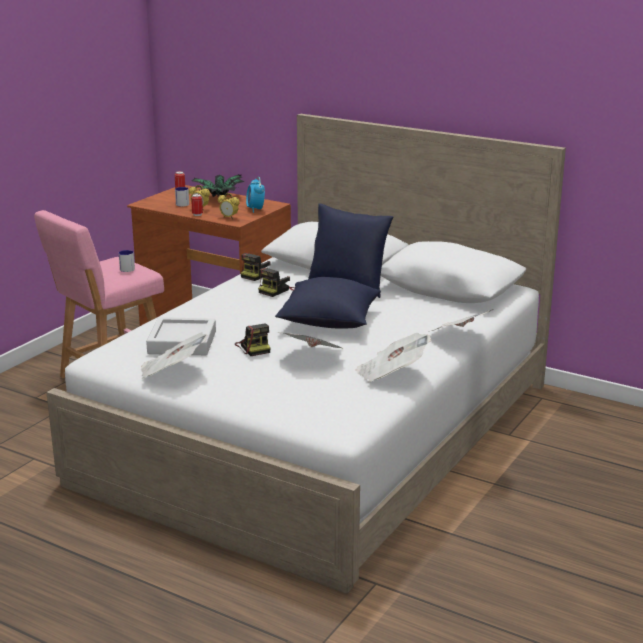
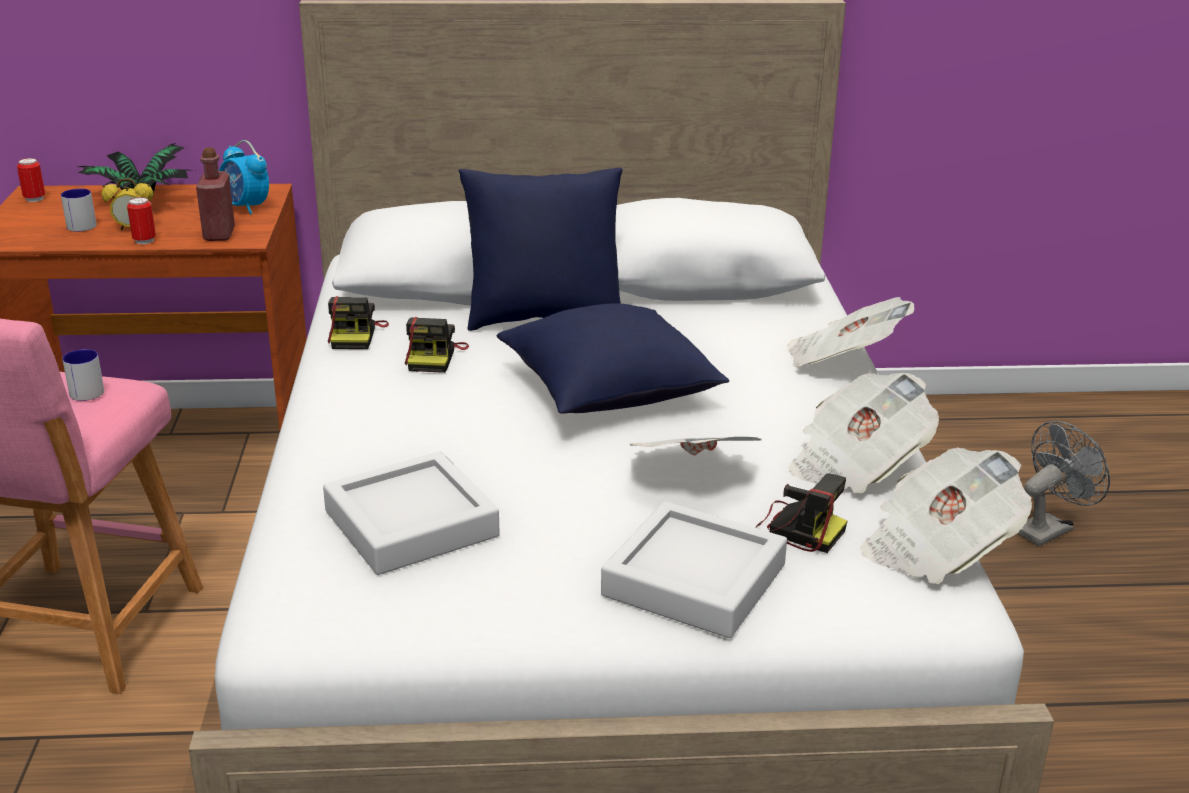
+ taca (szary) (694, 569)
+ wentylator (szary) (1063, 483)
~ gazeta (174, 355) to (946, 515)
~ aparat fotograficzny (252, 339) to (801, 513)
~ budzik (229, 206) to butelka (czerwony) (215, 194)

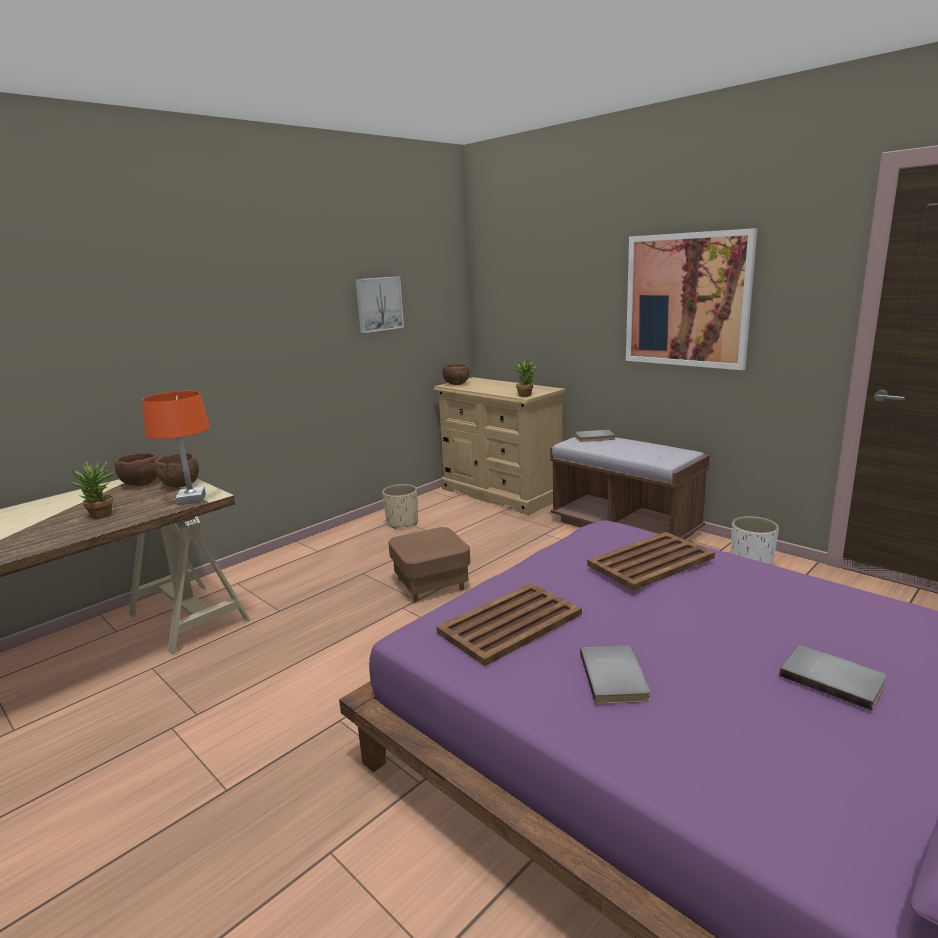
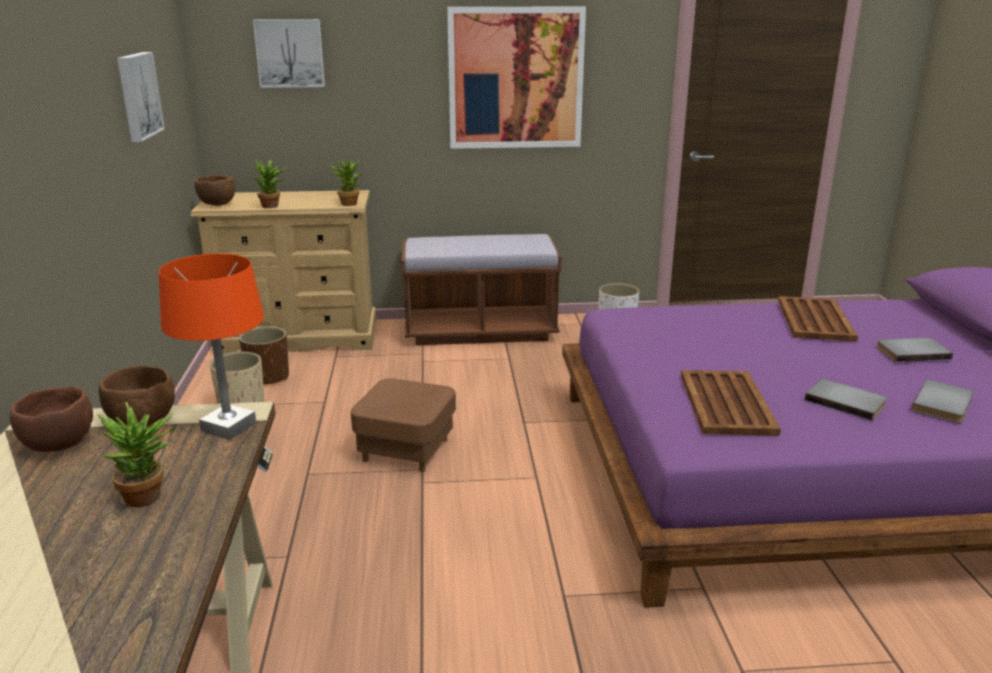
+ donica (brązowy) (264, 355)
+ roślina doniczkowa (270, 184)
+ obraz (289, 53)
~ książka (szary) (594, 435) to (943, 401)
~ taca (brązowy) (651, 561) to (818, 318)

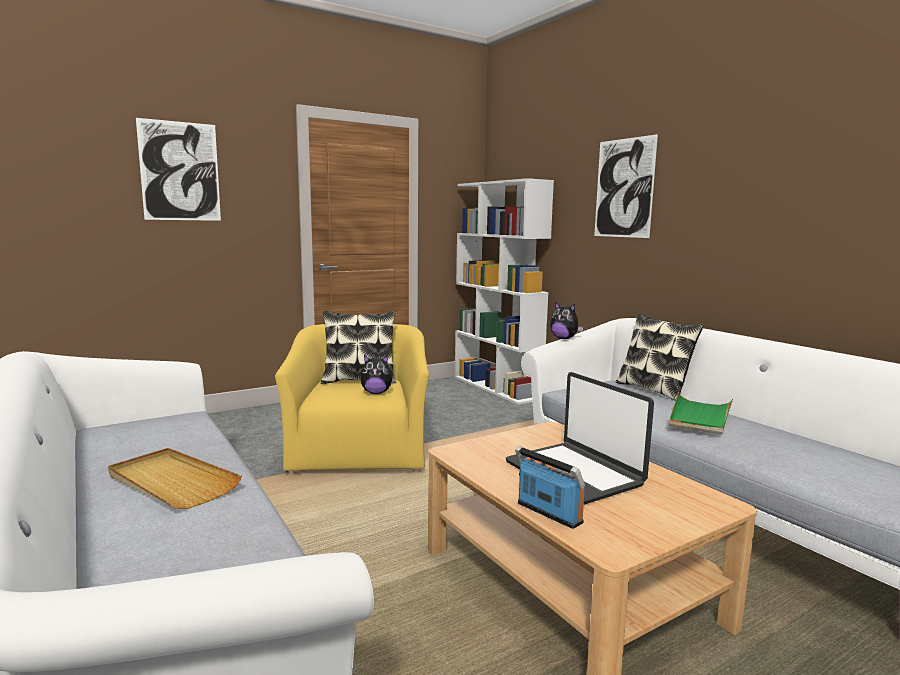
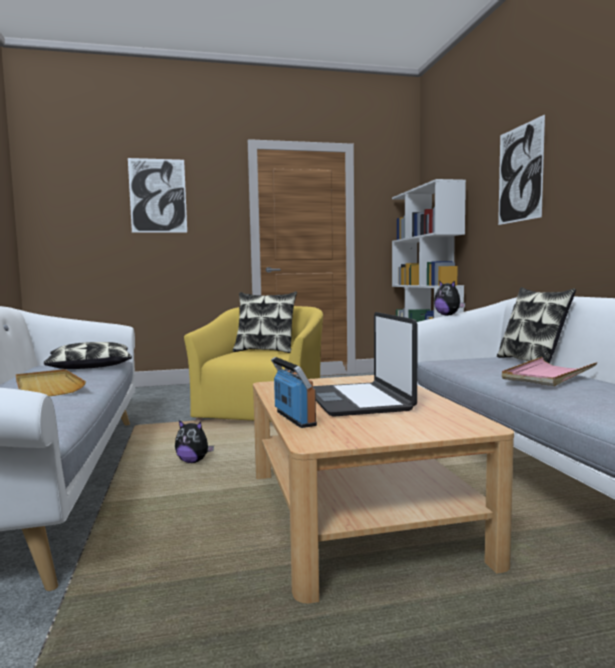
+ poduszka (88, 355)
~ pluszak (377, 374) to (194, 441)
~ taca (zielony) (701, 413) to taca (różowy) (550, 371)

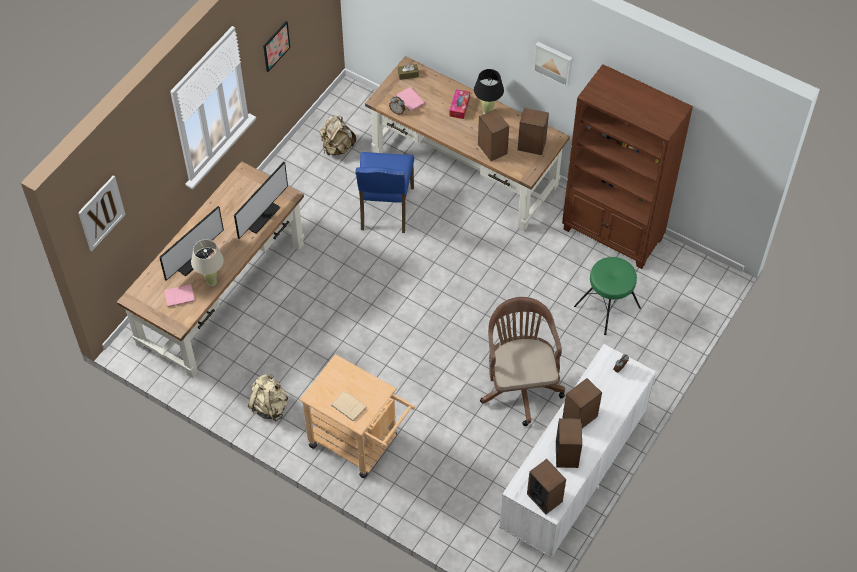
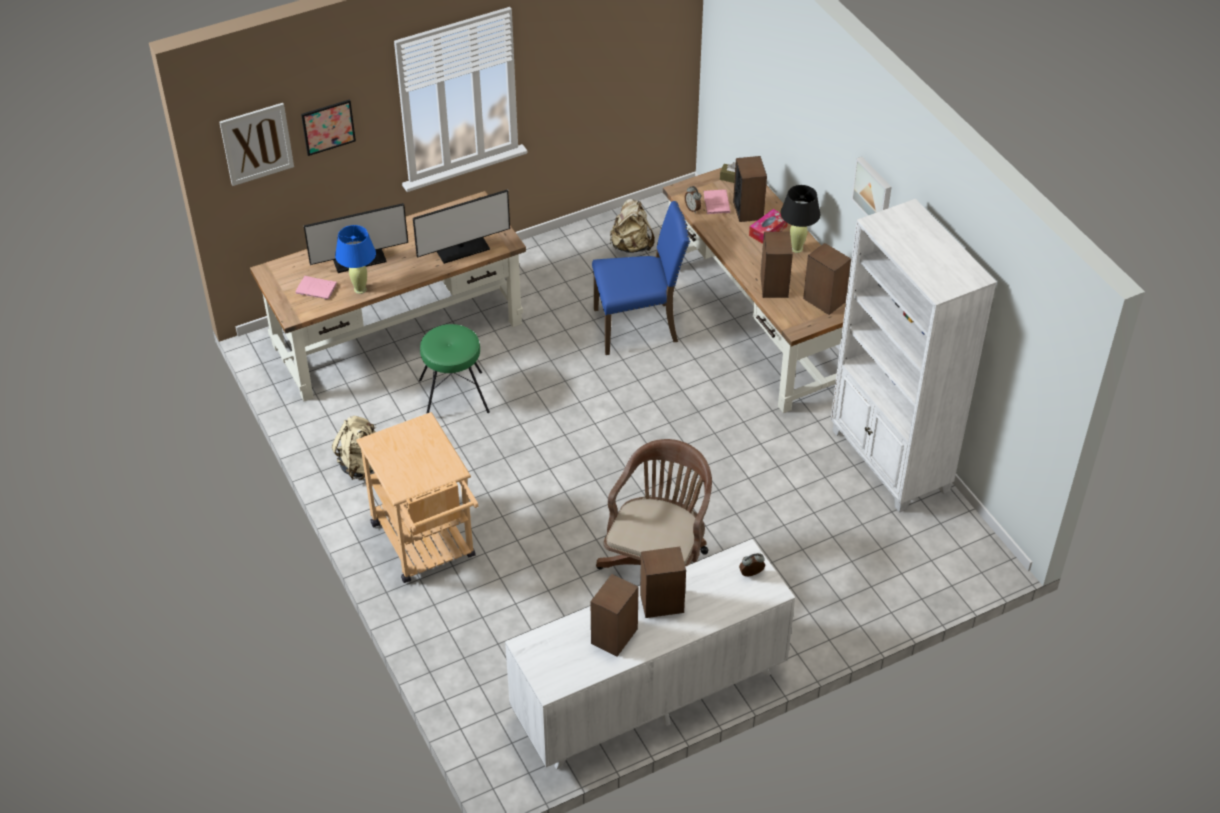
- książka (beżowy) (349, 406)
~ obraz (276, 46) to (328, 127)
~ głośnik (546, 487) to (750, 189)
~ stołek (zielony) (607, 296) to (454, 369)
~ lampa stołowa (beżowy) (207, 262) to lampa stołowa (niebieski) (355, 259)
~ regał (brązowy) (627, 166) to regał (biały) (914, 356)
~ krzesło (niebieski) (384, 192) = (641, 278) 135 degrees counterclockwise

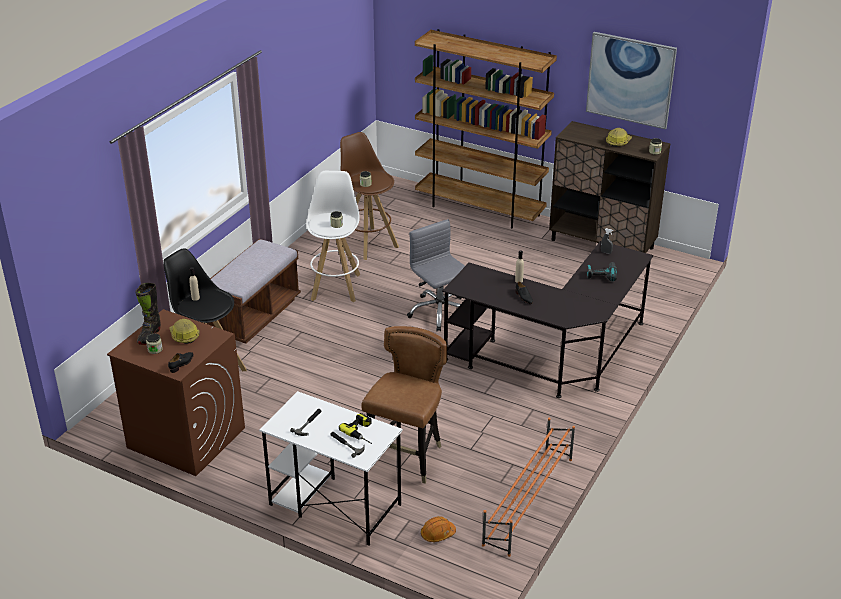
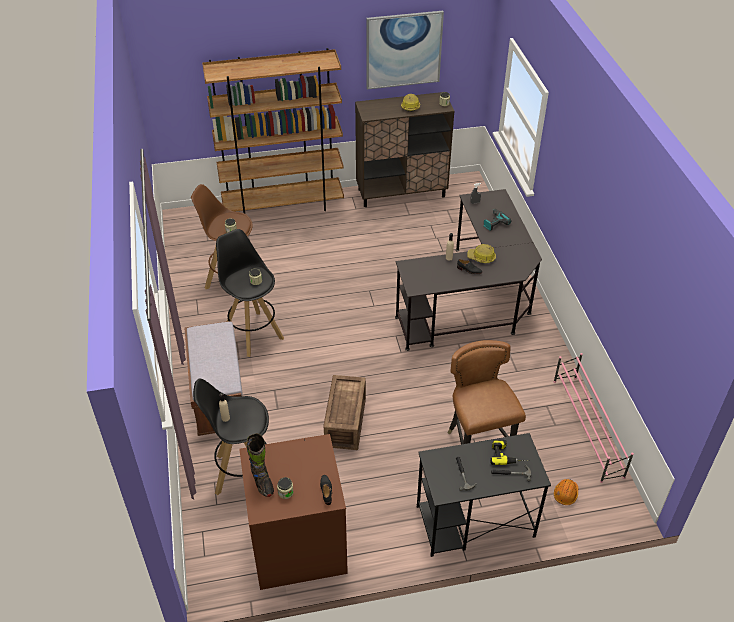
- krzesło biurowe (szary) (436, 275)
+ skrzynka (344, 412)
~ kask (184, 331) to (481, 253)
~ biurko (biały) (331, 468) to biurko (czarny) (484, 495)
~ stołek (biały) (333, 236) to stołek (czarny) (250, 293)
~ regał na buty (pomarańczowy) (528, 487) to regał na buty (różowy) (594, 418)

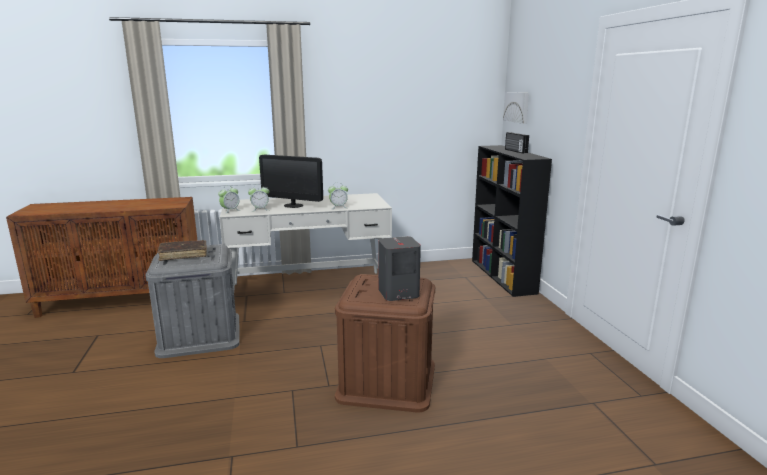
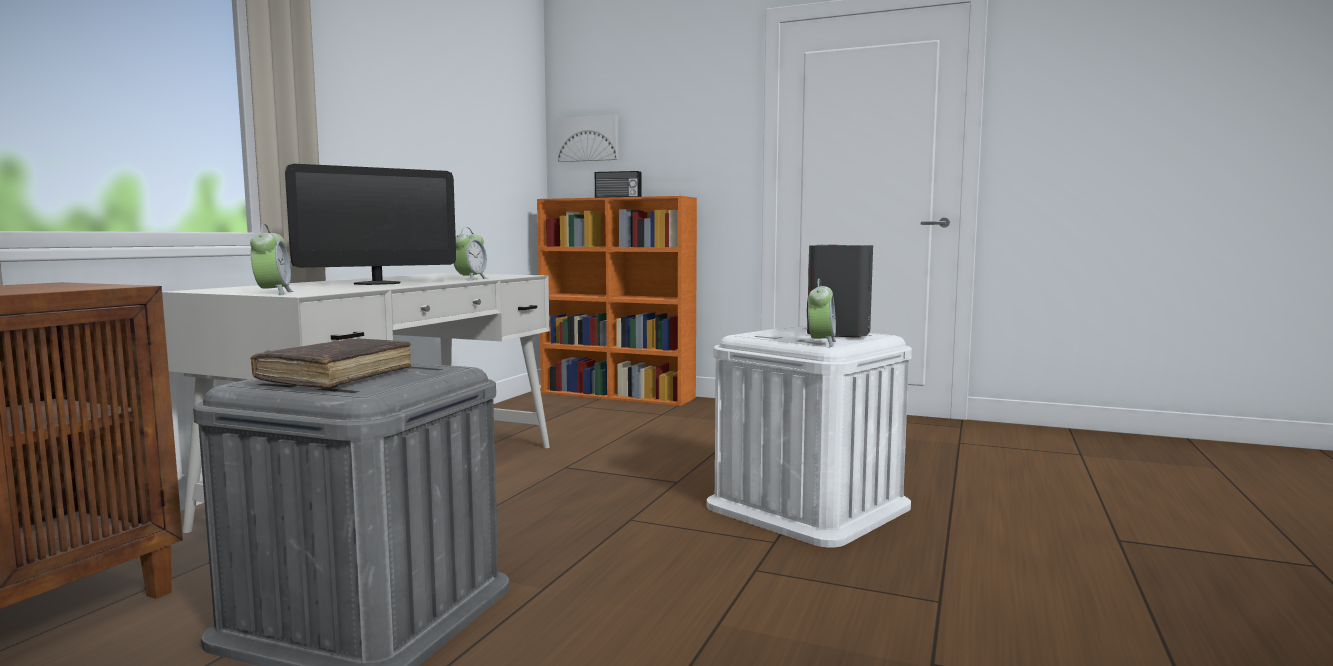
~ budzik (258, 197) to (822, 313)
~ pojemnik do przechowywania (brązowy) (385, 343) to pojemnik do przechowywania (biały) (809, 436)
~ regał (czarny) (512, 221) to regał (pomarańczowy) (617, 301)

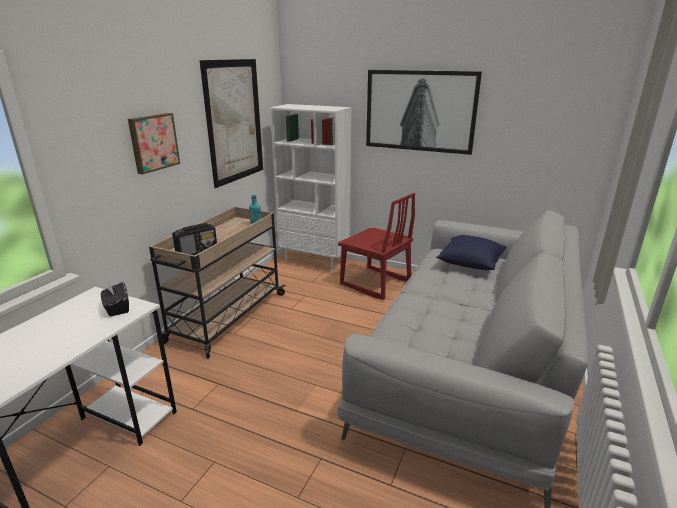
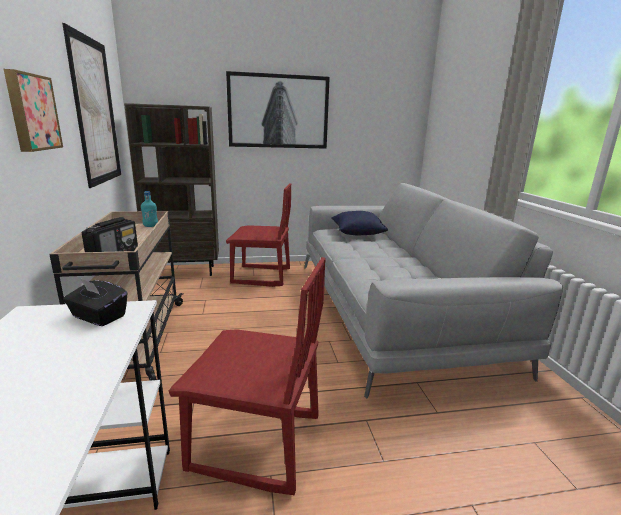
+ krzesło (czerwony) (247, 376)
~ regał (biały) (311, 187) to regał (brązowy) (171, 189)

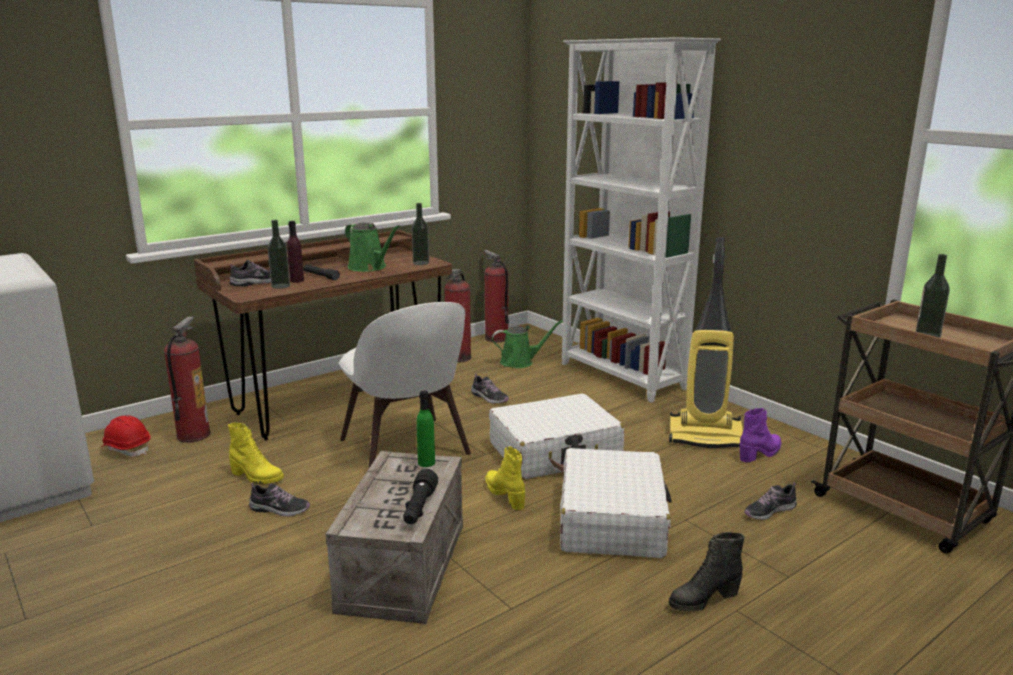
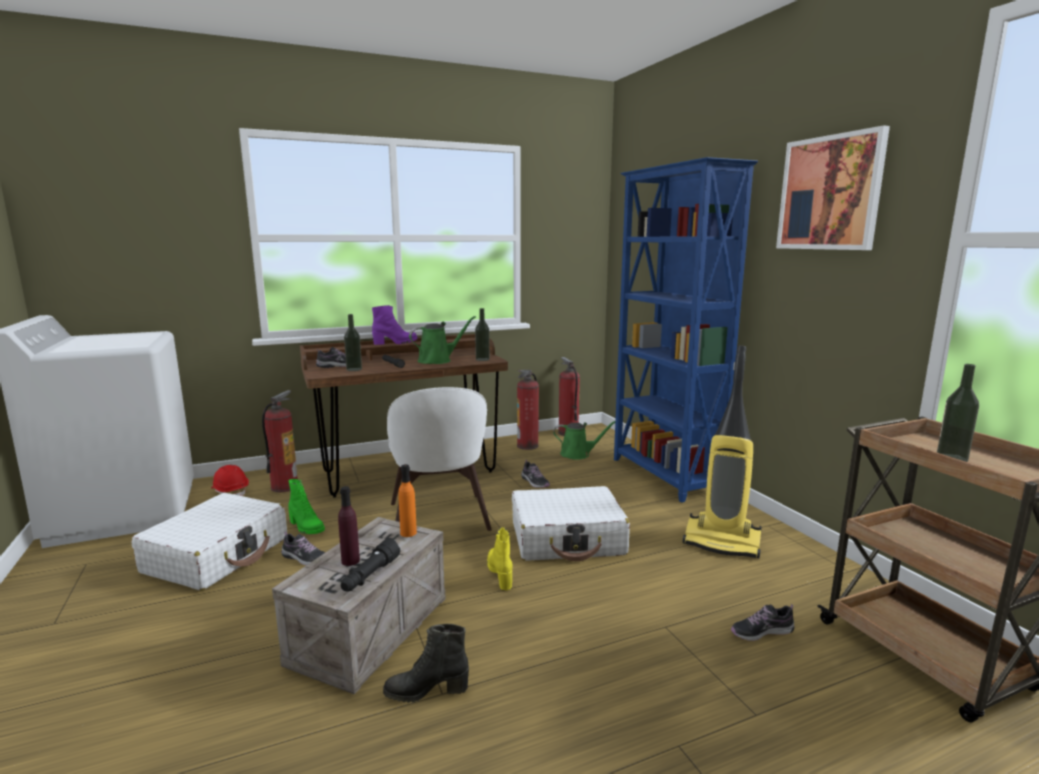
+ obraz (833, 187)
~ butelka (fioletowy) (295, 252) to (349, 526)
~ walizka (biały) (616, 503) to (209, 542)
~ but z cholewką (czarny) (707, 572) to (426, 663)
~ but z cholewką (fioletowy) (760, 435) to (394, 325)
~ but z cholewką (żółty) (256, 453) to but z cholewką (zielony) (306, 506)
~ butelka (zielony) (425, 429) to butelka (pomarańczowy) (407, 500)
~ regał (biały) (641, 220) to regał (niebieski) (686, 330)
~ konewka (zielony) (372, 247) = (442, 340) 90 degrees counterclockwise

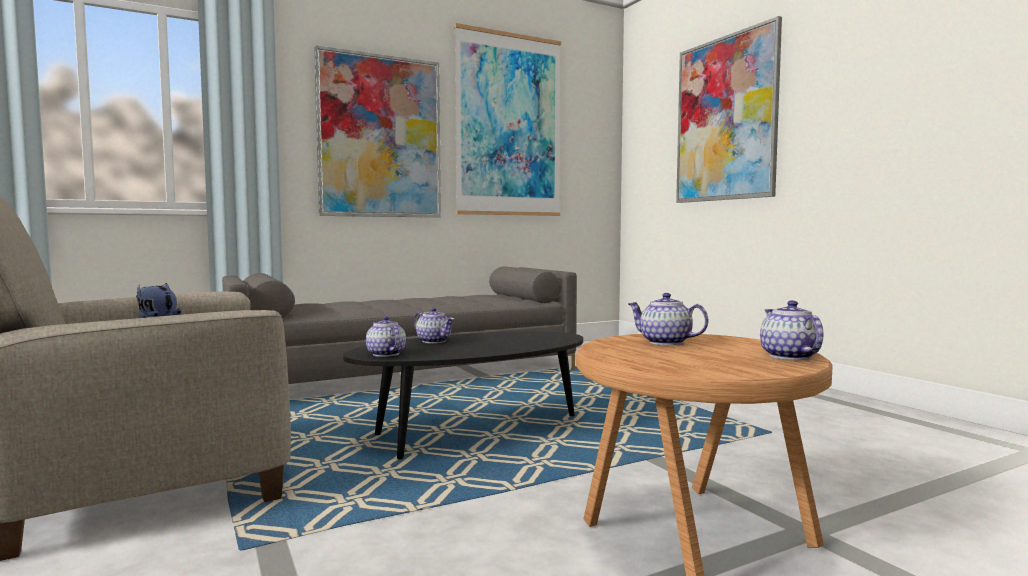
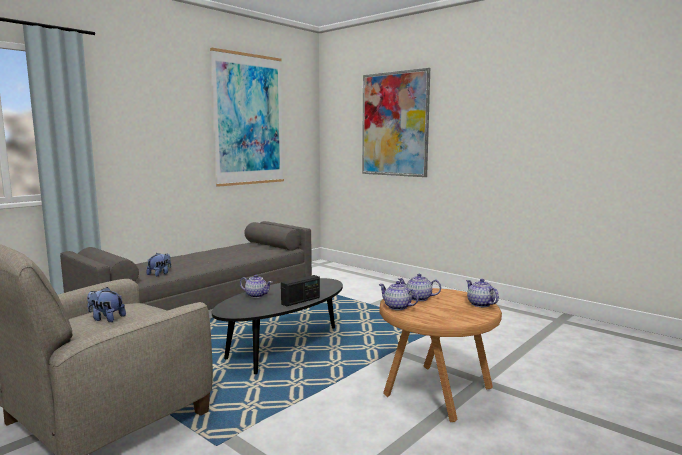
- obraz (377, 131)
+ pluszak (159, 264)
+ radio (300, 291)
~ imbryk (386, 336) to (399, 295)

